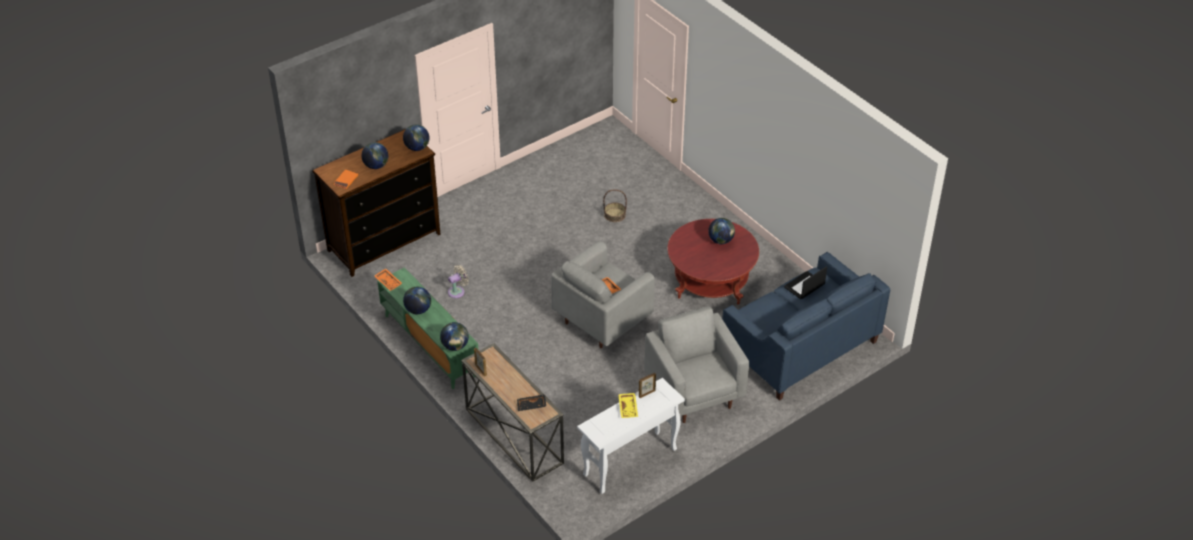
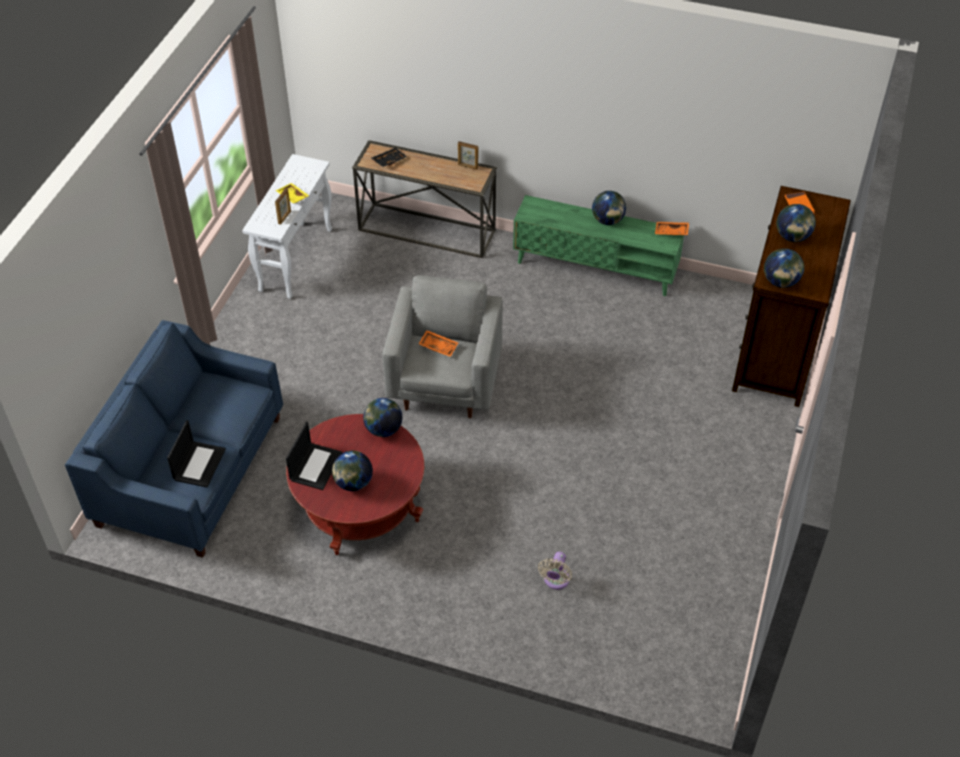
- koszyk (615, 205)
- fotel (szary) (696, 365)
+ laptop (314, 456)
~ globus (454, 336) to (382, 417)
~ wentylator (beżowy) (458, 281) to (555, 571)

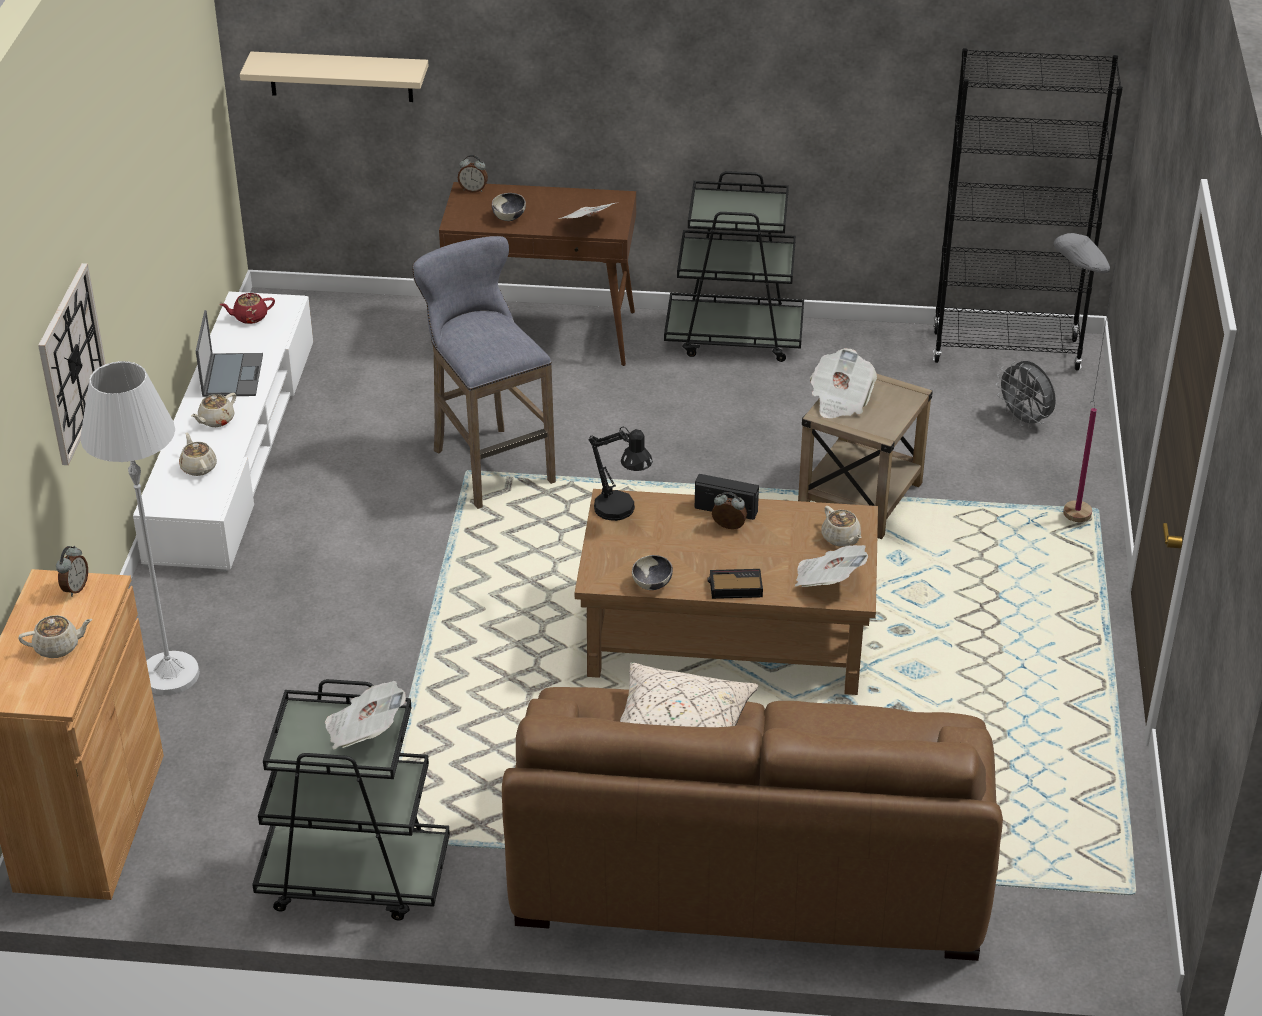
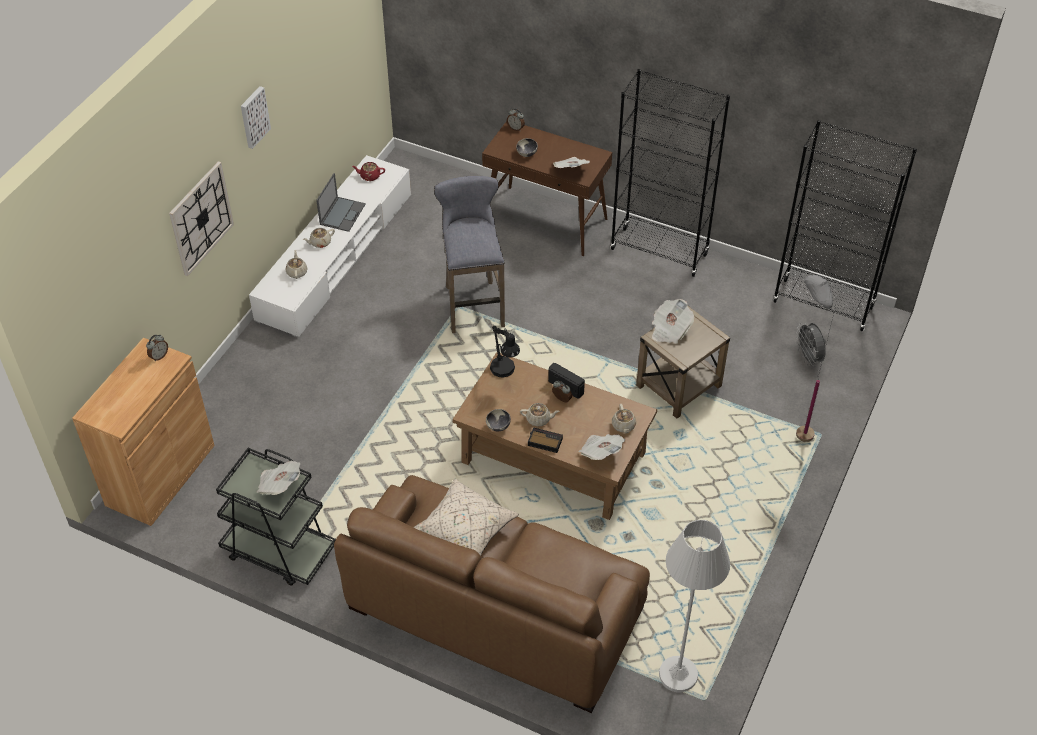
- półka (beżowy) (334, 77)
+ obraz (256, 117)
~ imbryk (beżowy) (55, 636) to (539, 415)
~ lampa stojąca (biały) (140, 528) to (694, 606)
~ wózek (czarny) (734, 266) to regał (czarny) (670, 173)

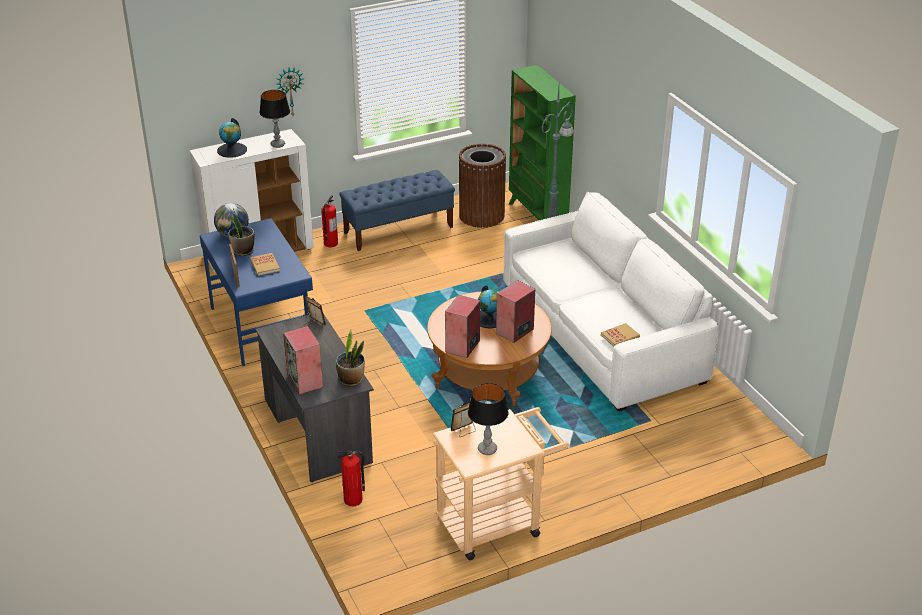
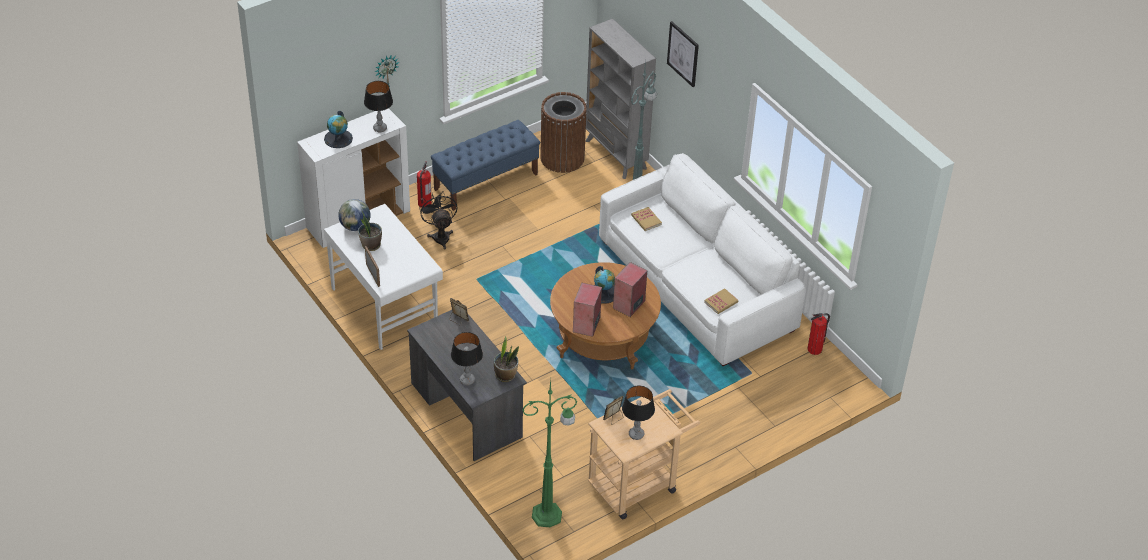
+ wentylator (czarny) (438, 220)
+ lampa stojąca (zielony) (549, 452)
+ obraz (683, 54)
~ książka (265, 264) to (646, 219)
~ gaśnica (351, 478) to (818, 334)
~ głośnik (303, 360) to lampa stołowa (467, 358)
~ biurko (niebieski) (256, 292) to biurko (biały) (383, 277)
~ regał (zielony) (542, 142) to regał (szary) (621, 98)

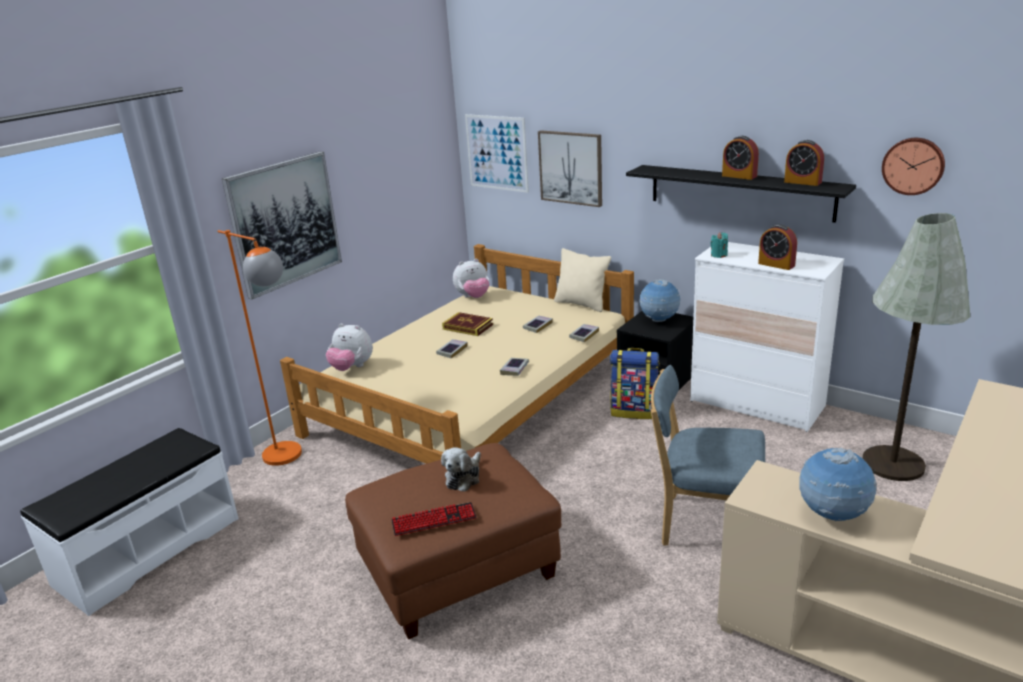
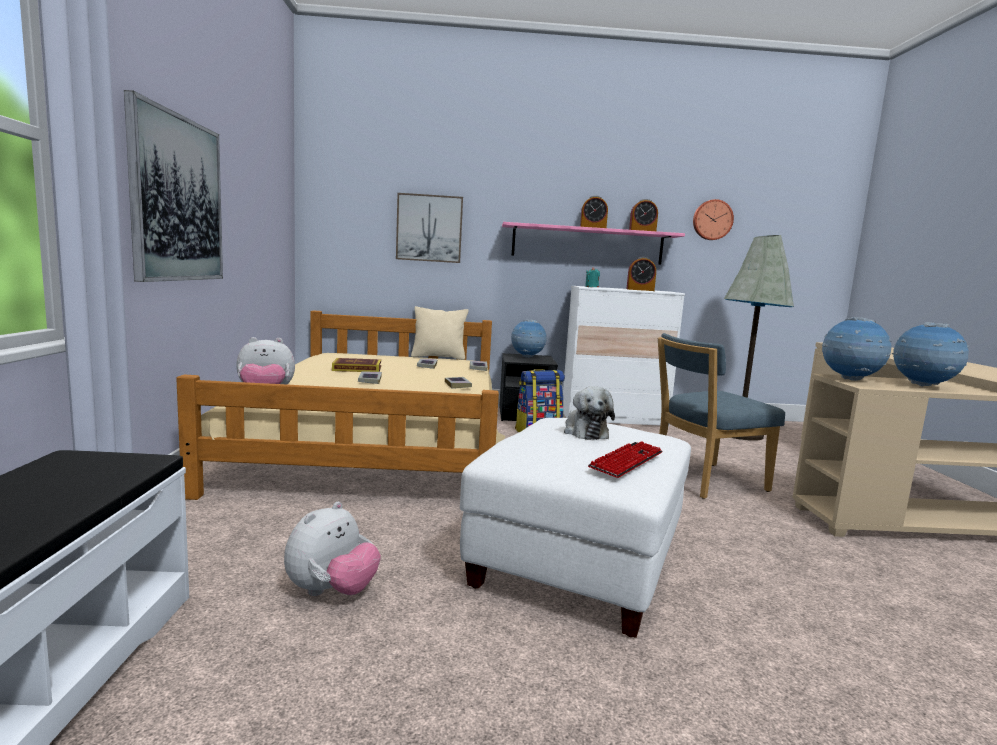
- lampa stojąca (pomarańczowy) (259, 348)
- obraz (497, 153)
+ globus (856, 349)
~ pluszak (471, 278) to (332, 549)
~ pufa (brązowy) (453, 541) to pufa (biały) (575, 528)
~ półka (czarny) (741, 194) to półka (różowy) (593, 243)

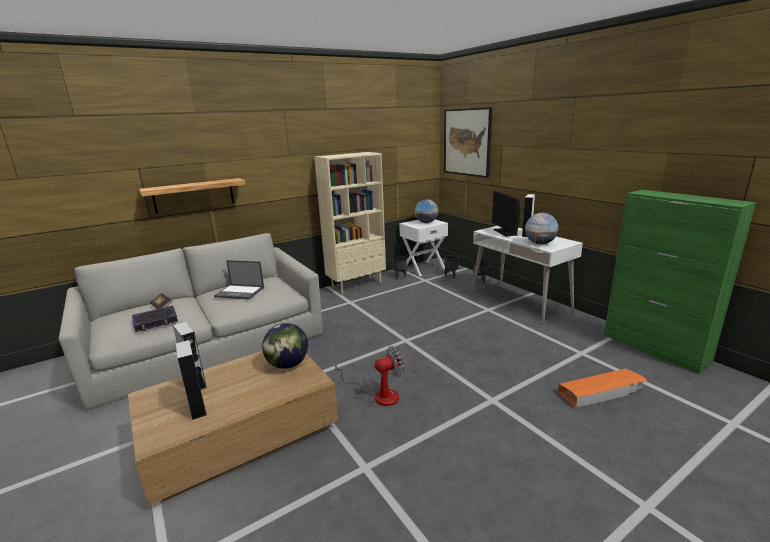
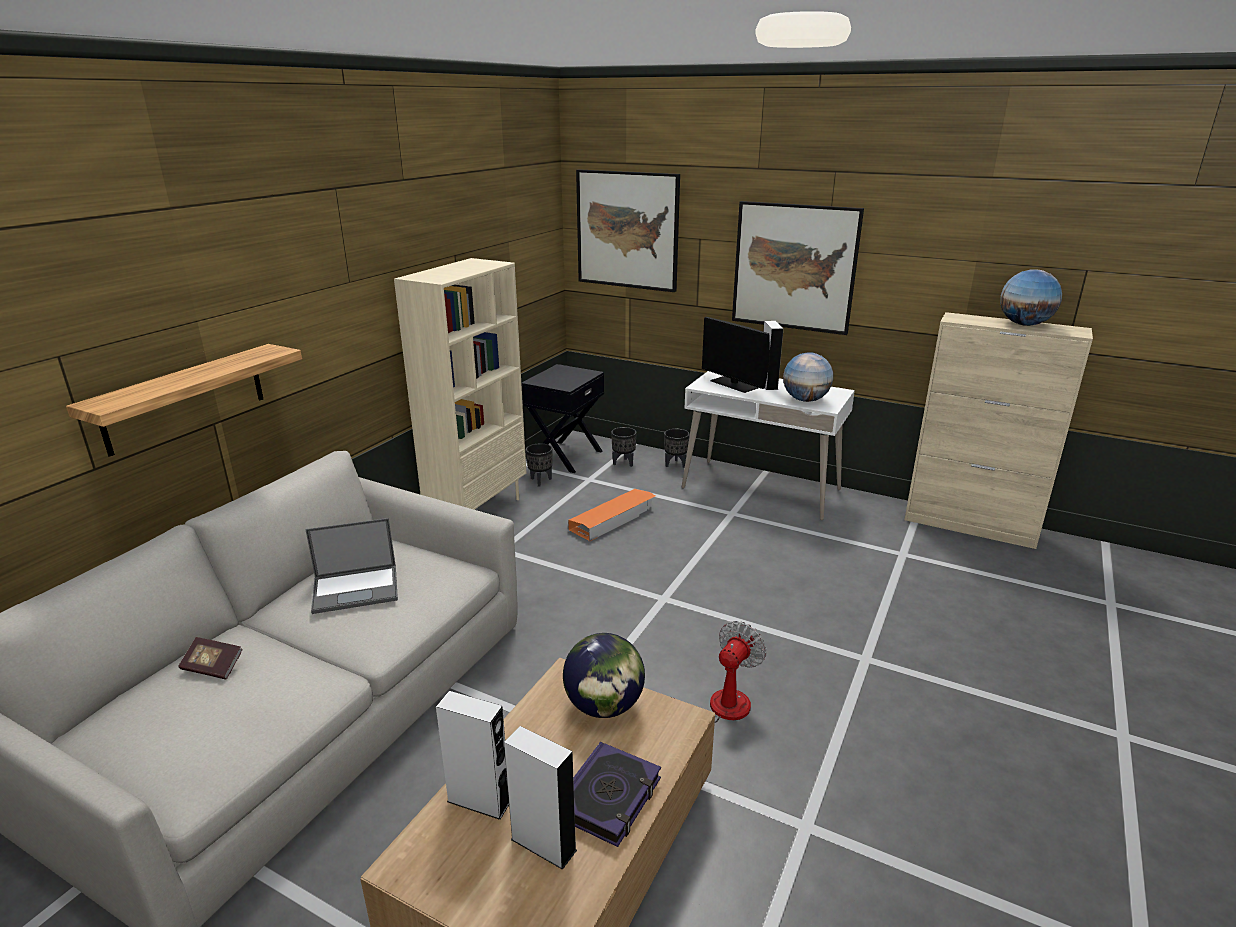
+ obraz (798, 268)
~ książka (155, 319) to (617, 794)
~ globus (426, 211) to (1031, 297)
~ pojemnik do przechowywania (pomarańczowy) (603, 388) to (611, 515)
~ szafka nocna (biały) (423, 248) to szafka nocna (czarny) (562, 418)
~ szafka (zielony) (680, 282) to szafka (beżowy) (998, 430)

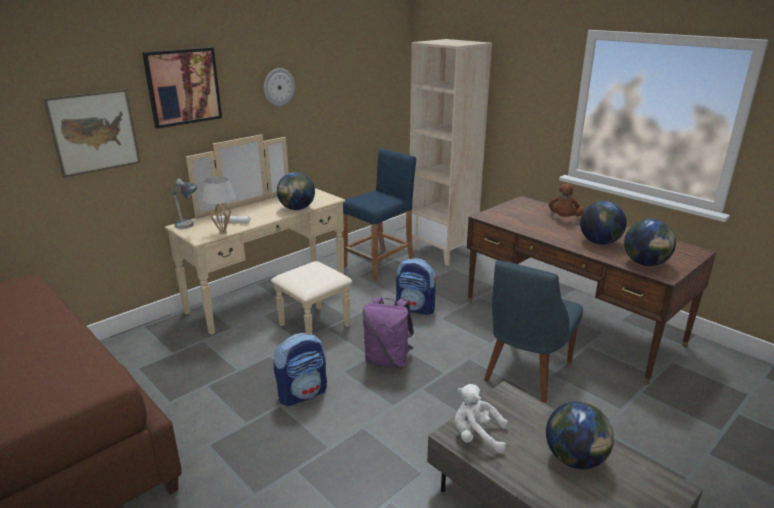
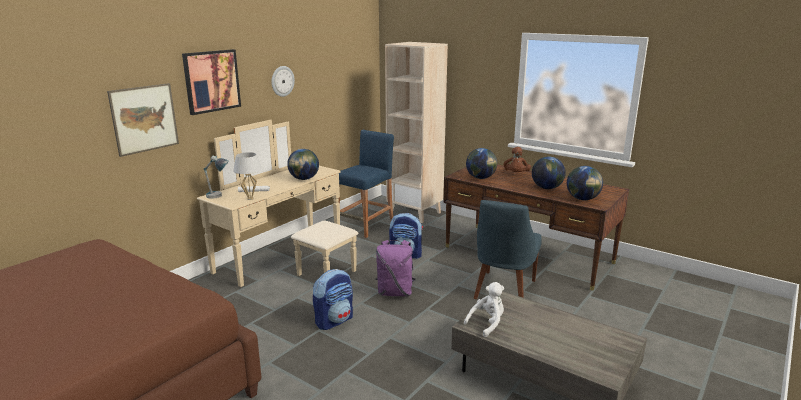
~ globus (580, 435) to (481, 163)
~ pluszak (biały) (481, 418) = (484, 309) 135 degrees clockwise

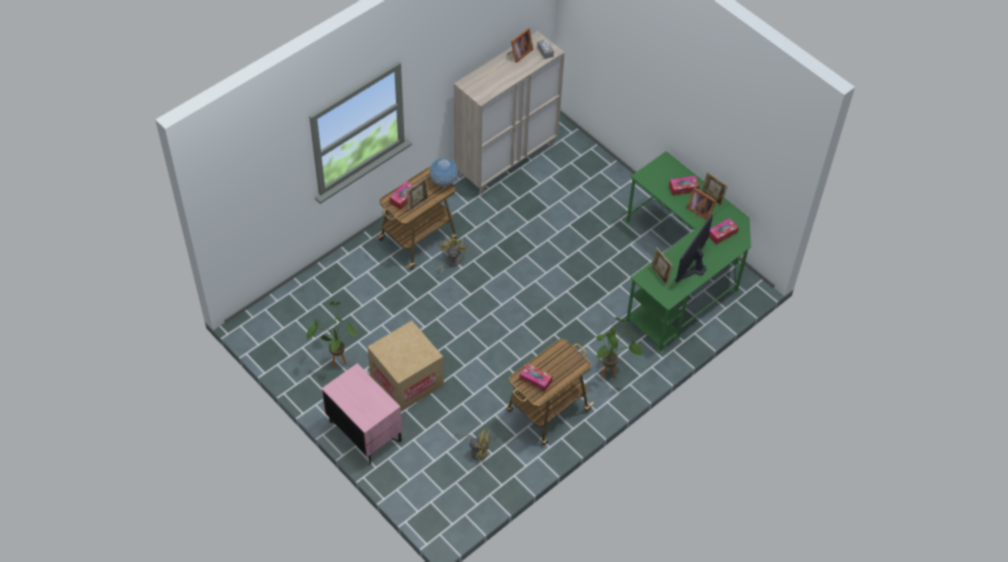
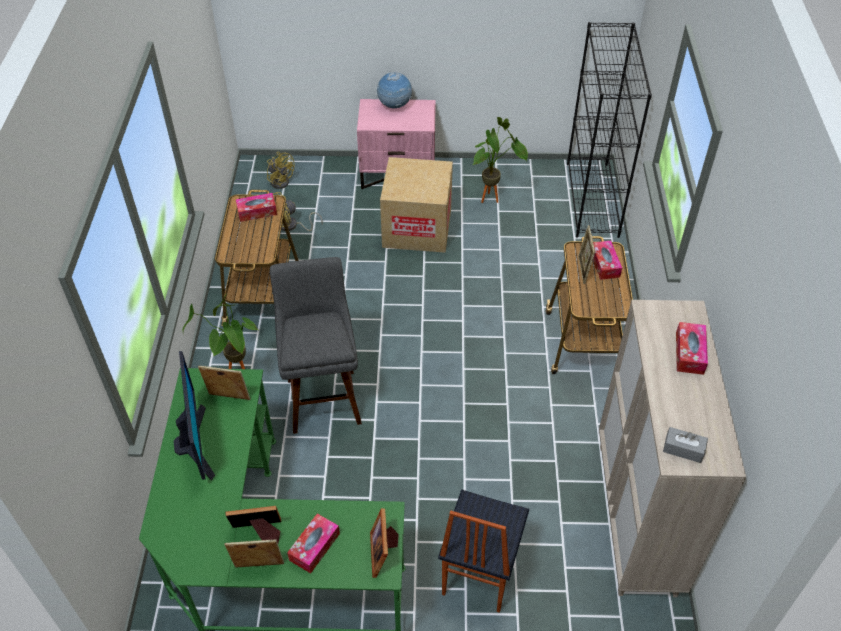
+ stołek (szary) (316, 345)
+ krzesło (483, 551)
+ regał (czarny) (609, 130)
~ globus (443, 173) to (394, 90)
~ wentylator (żółty) (451, 258) to (281, 170)
~ ramka na zdjęcie (520, 45) to (384, 543)
~ pudełko chusteczek (724, 231) to (692, 348)

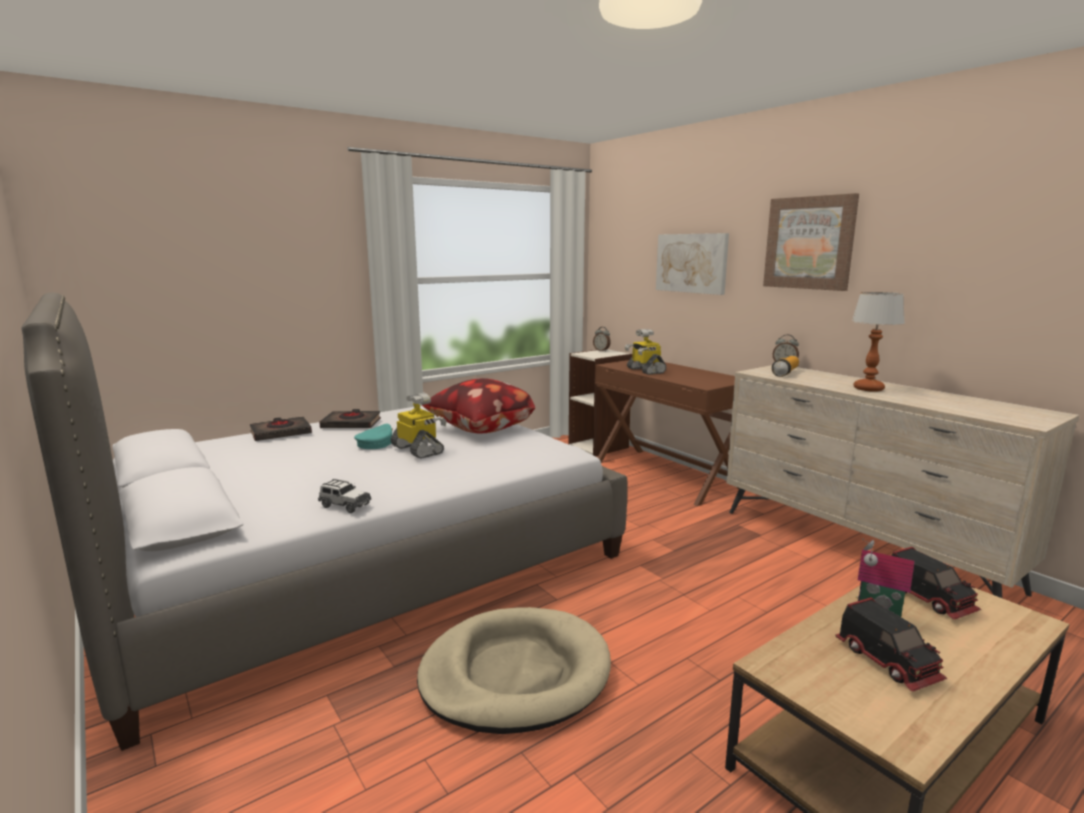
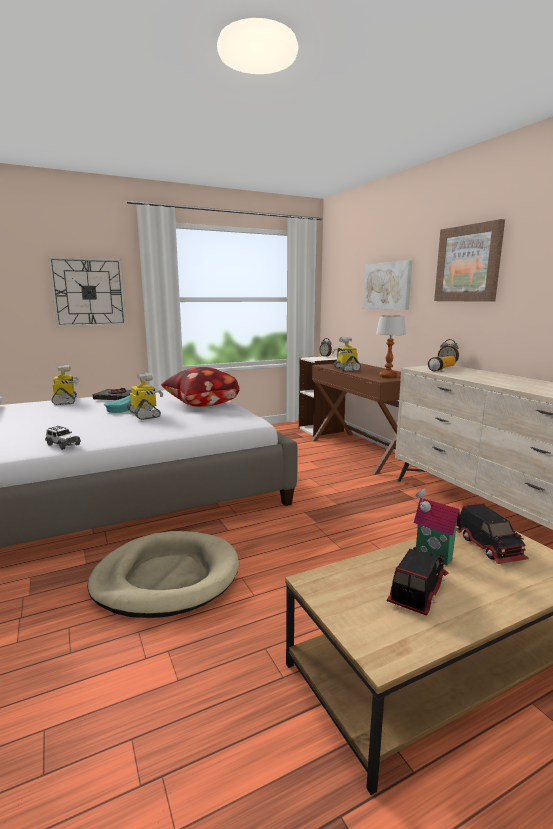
+ zegar ścienny (87, 291)
~ lampa stołowa (878, 342) to (391, 346)
~ książka (czarny) (281, 428) to robot zabawkowy (65, 385)
~ ciężarówka zabawkowa (891, 644) = (418, 581) 135 degrees counterclockwise

